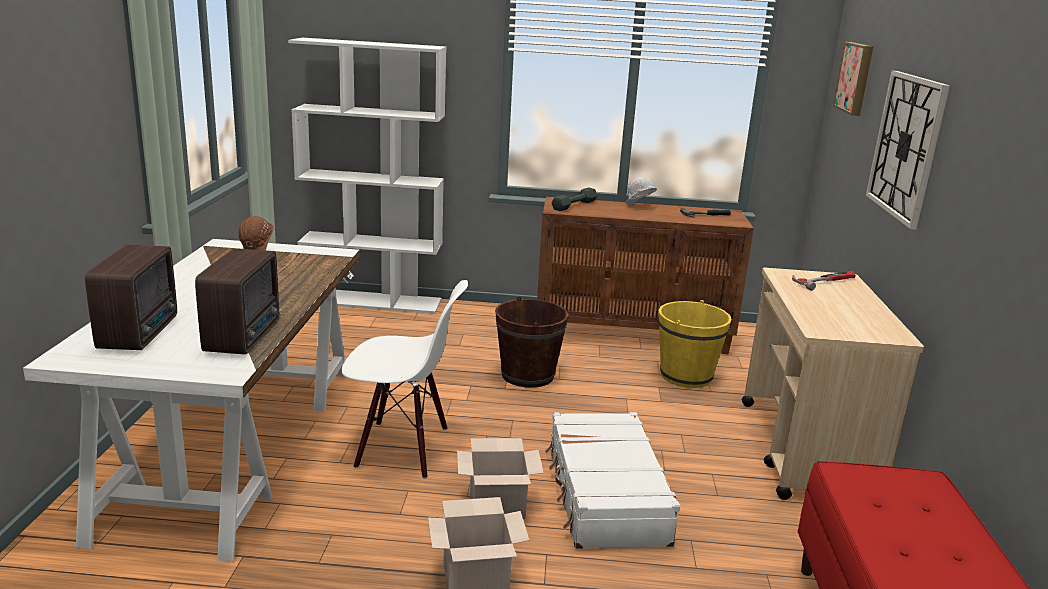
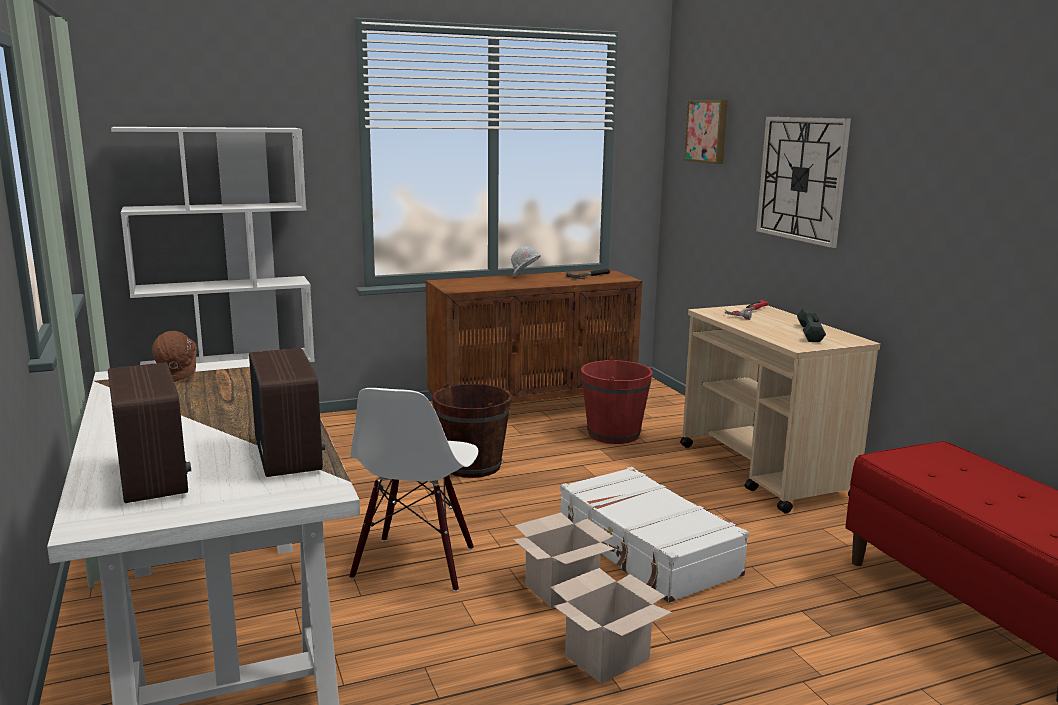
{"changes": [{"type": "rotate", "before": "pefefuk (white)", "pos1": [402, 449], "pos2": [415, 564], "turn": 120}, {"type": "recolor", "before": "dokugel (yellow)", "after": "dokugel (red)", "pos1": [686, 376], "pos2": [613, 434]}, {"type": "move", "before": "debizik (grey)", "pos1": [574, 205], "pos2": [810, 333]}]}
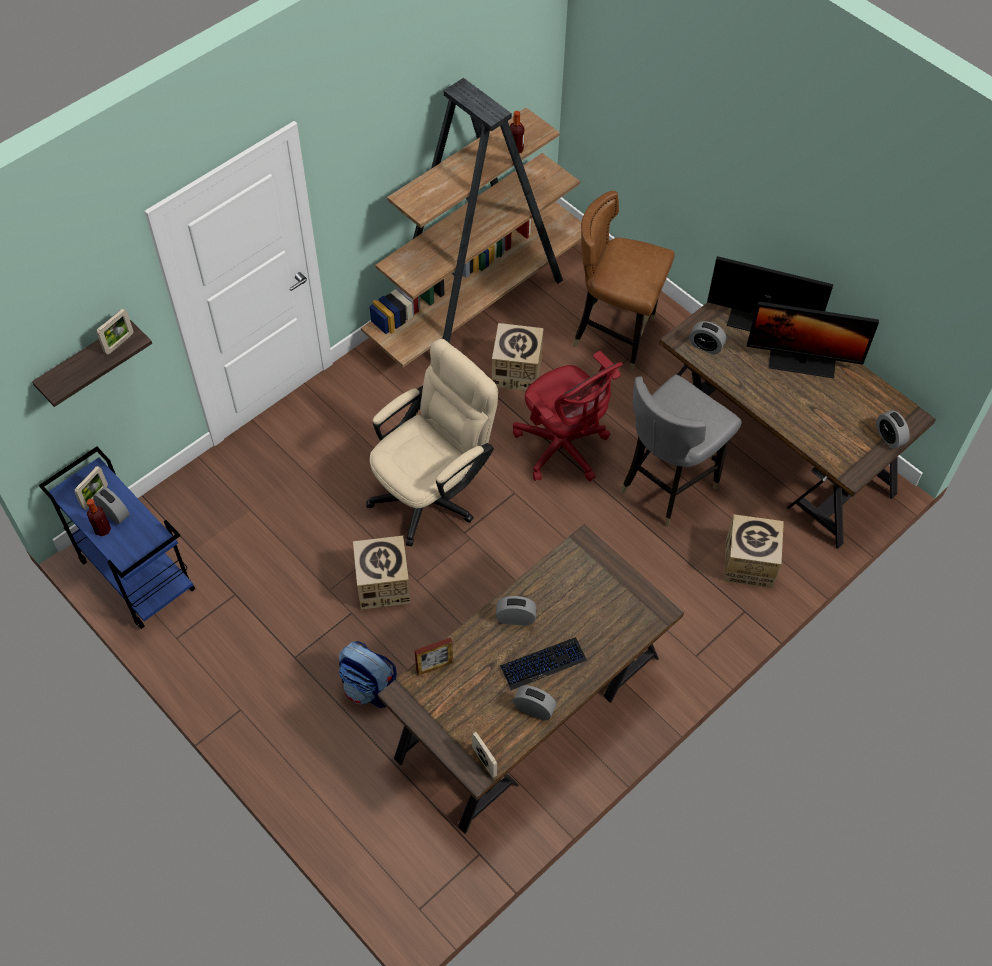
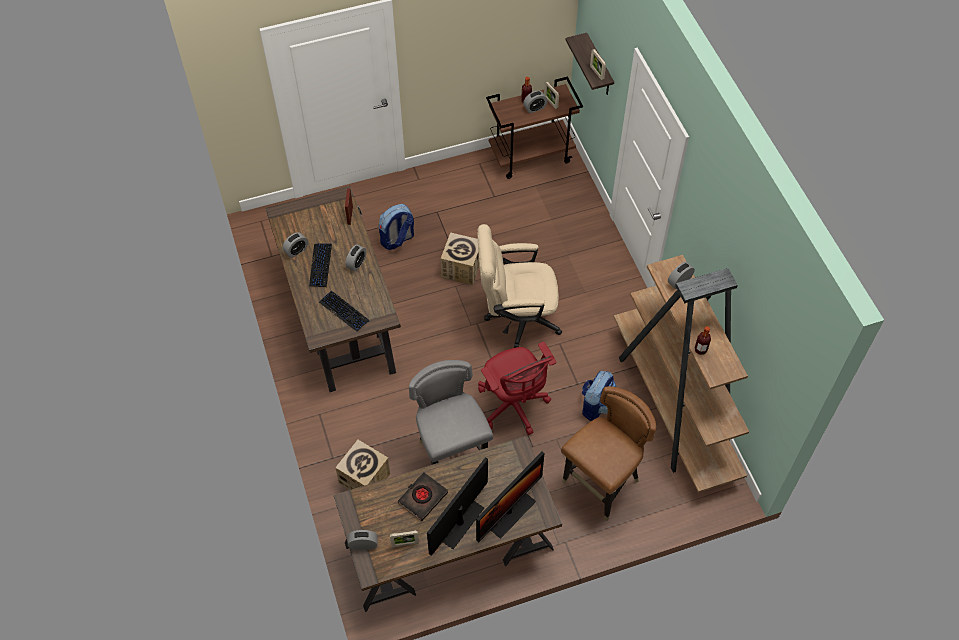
{"changes": [{"type": "insert", "after": "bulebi", "pos2": [344, 311]}, {"type": "move", "before": "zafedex", "pos1": [484, 762], "pos2": [405, 544]}, {"type": "insert", "after": "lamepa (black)", "pos2": [422, 497]}, {"type": "rotate", "before": "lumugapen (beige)", "pos1": [433, 492], "pos2": [516, 317], "turn": 105}, {"type": "rotate", "before": "lumugapen (red)", "pos1": [563, 449], "pos2": [514, 406], "turn": -105}, {"type": "recolor", "before": "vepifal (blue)", "after": "vepifal (brown)", "pos1": [135, 575], "pos2": [531, 155]}, {"type": "replace", "before": "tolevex", "after": "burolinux", "pos1": [516, 371], "pos2": [596, 405]}, {"type": "move", "before": "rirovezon", "pos1": [706, 346], "pos2": [679, 281]}]}
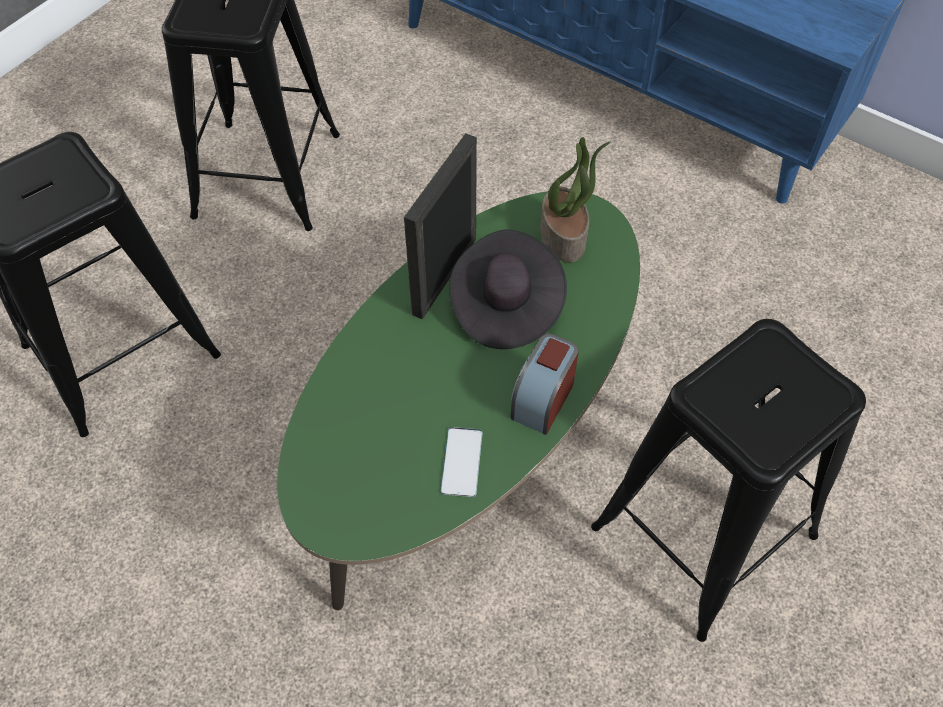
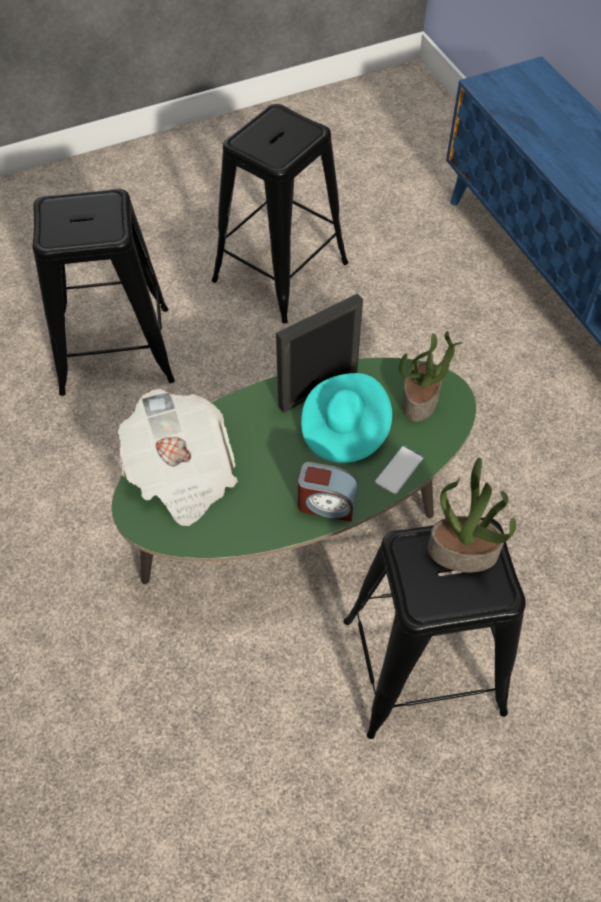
{"changes": [{"type": "insert", "after": "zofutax", "pos2": [182, 474]}, {"type": "rotate", "before": "rirovezon", "pos1": [543, 398], "pos2": [326, 504], "turn": -135}, {"type": "recolor", "before": "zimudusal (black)", "after": "zimudusal (turquoise)", "pos1": [505, 306], "pos2": [344, 430]}, {"type": "move", "before": "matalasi", "pos1": [461, 462], "pos2": [399, 470]}, {"type": "insert", "after": "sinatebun", "pos2": [463, 551]}]}
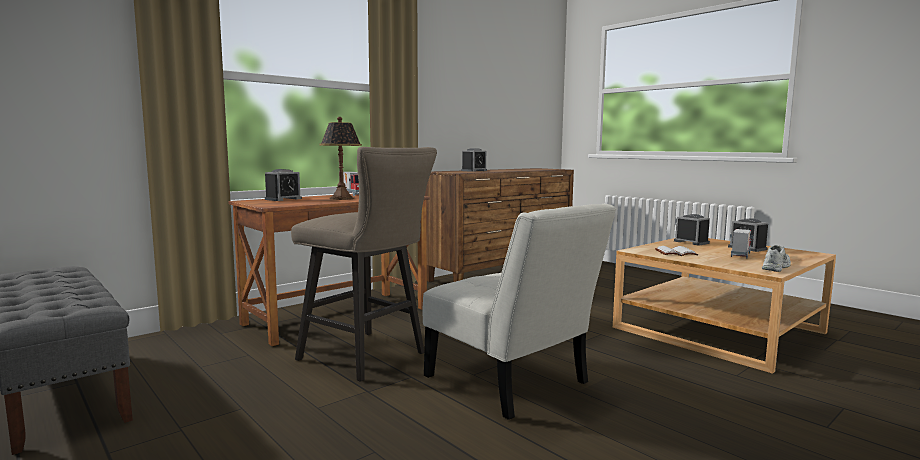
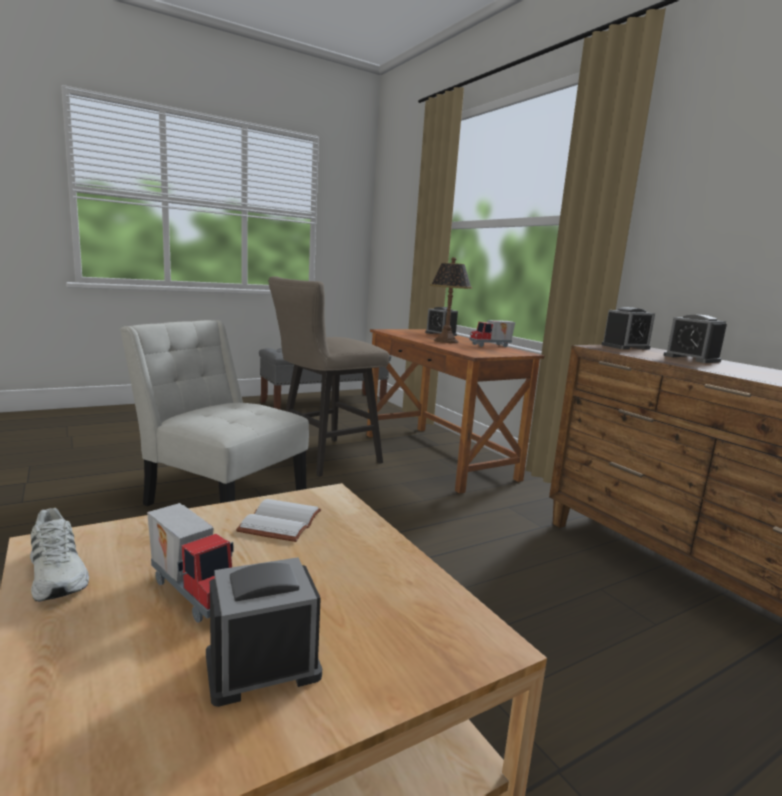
{"changes": [{"type": "rotate", "before": "pefefuk (white)", "pos1": [511, 383], "pos2": [221, 498], "turn": 60}, {"type": "move", "before": "rirovezon", "pos1": [691, 242], "pos2": [625, 347]}]}
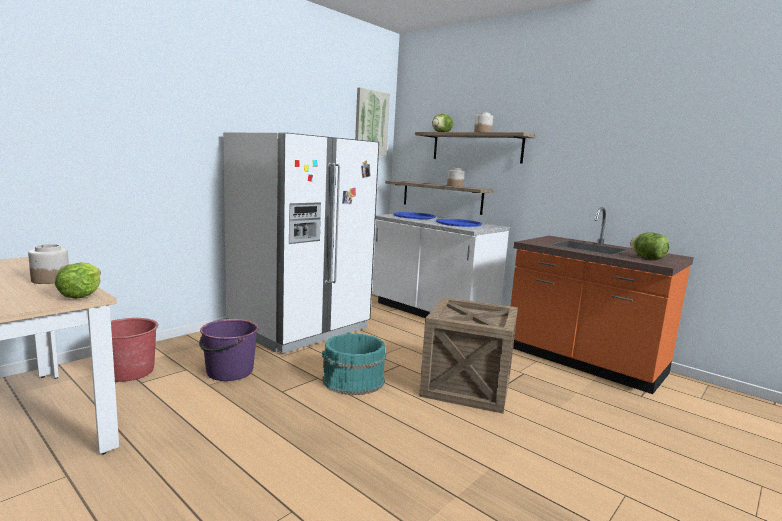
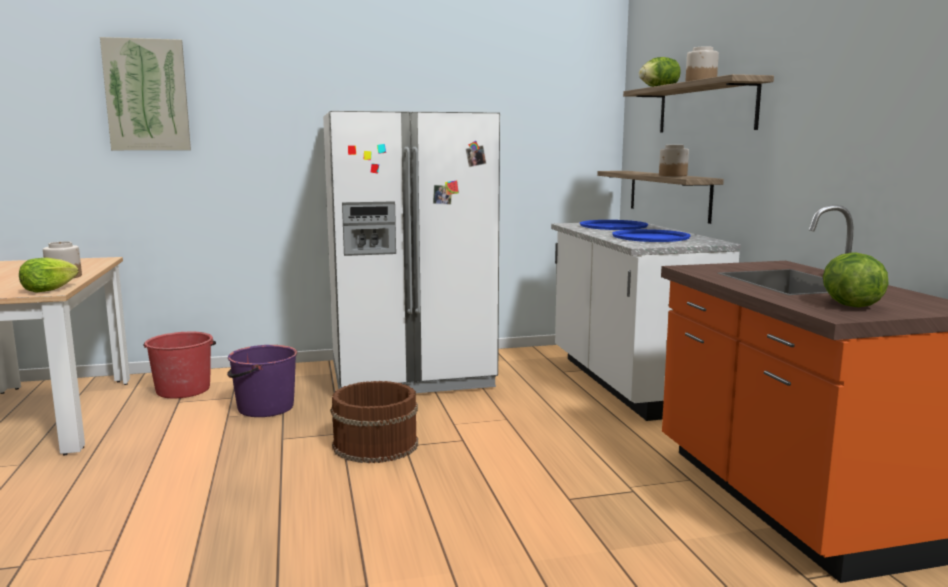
{"changes": [{"type": "move", "before": "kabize", "pos1": [371, 123], "pos2": [147, 95]}, {"type": "recolor", "before": "dokugel (turquoise)", "after": "dokugel (brown)", "pos1": [353, 380], "pos2": [375, 445]}, {"type": "delete", "before": "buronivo", "pos1": [466, 386]}]}
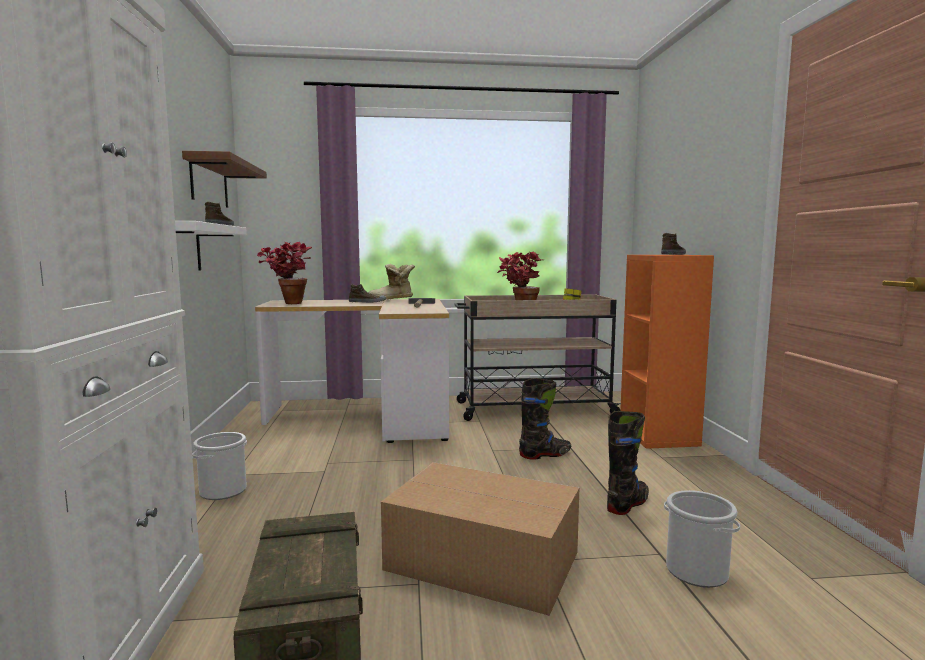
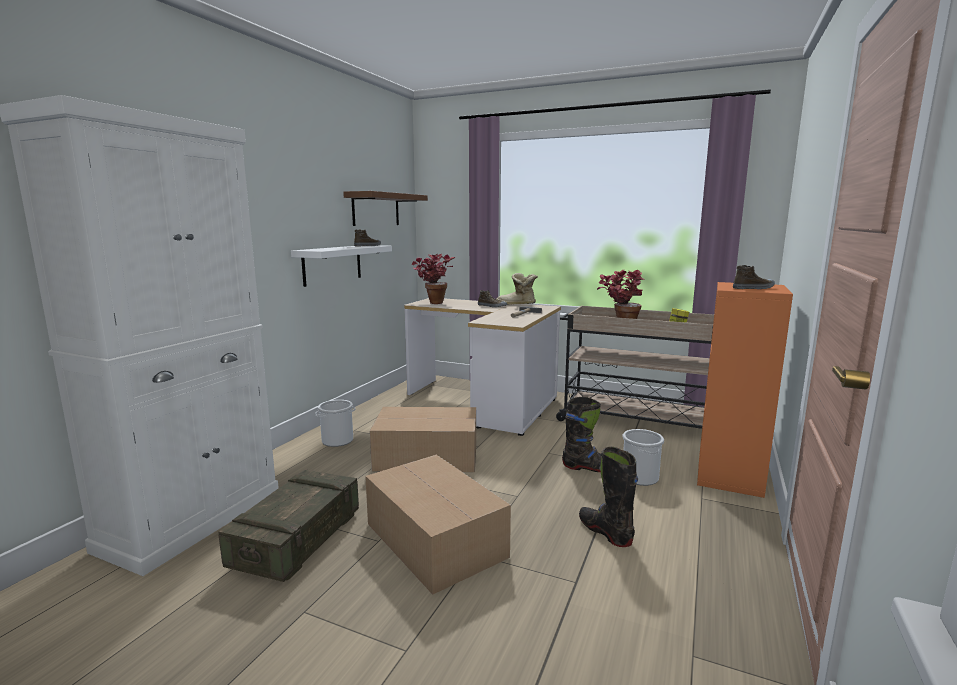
{"changes": [{"type": "insert", "after": "tolevex", "pos2": [425, 456]}, {"type": "rotate", "before": "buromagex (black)", "pos1": [628, 504], "pos2": [605, 532], "turn": -105}, {"type": "move", "before": "dokugel", "pos1": [697, 571], "pos2": [640, 477]}]}
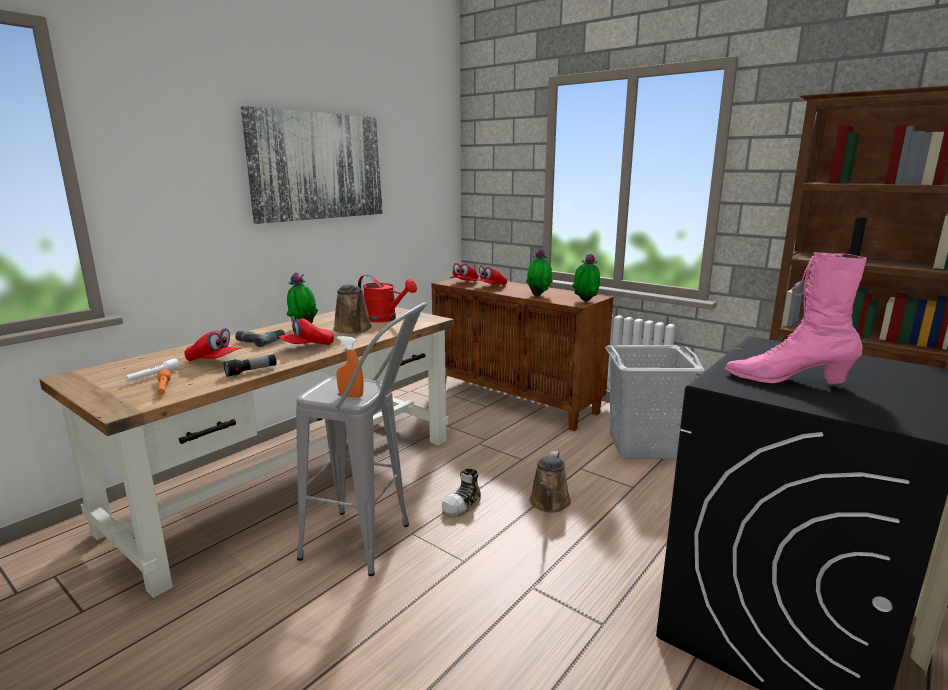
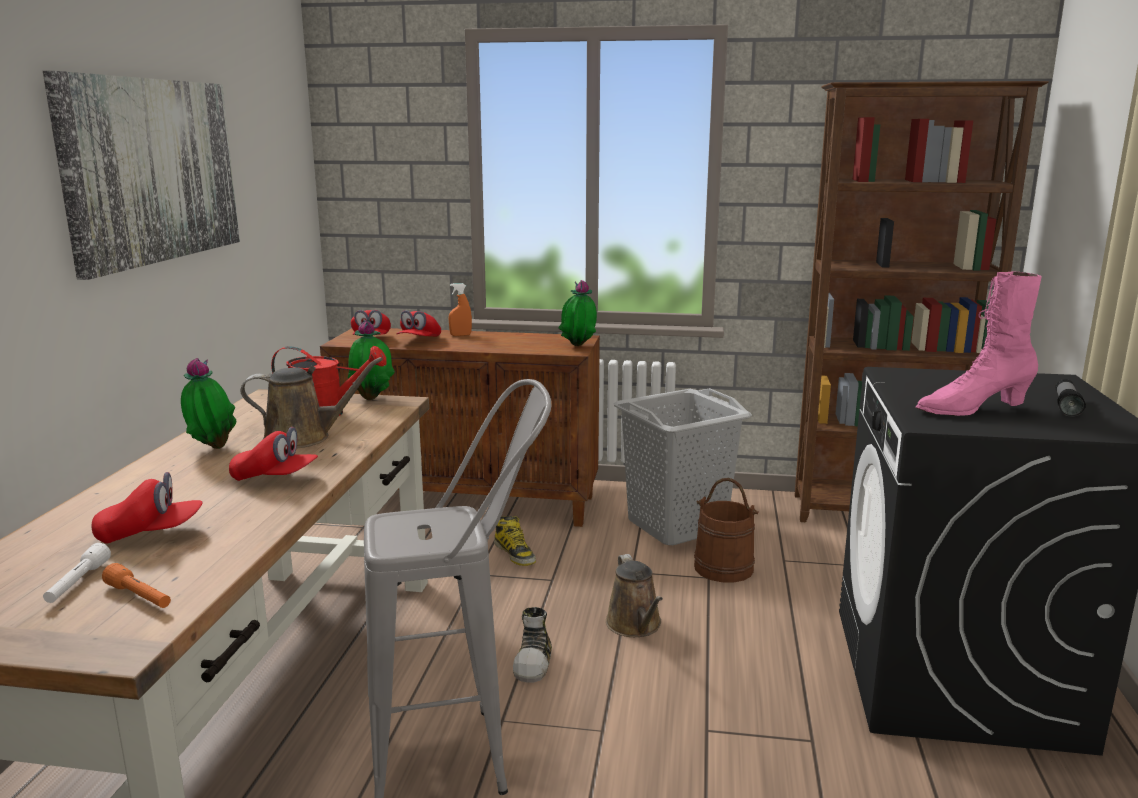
{"changes": [{"type": "rotate", "before": "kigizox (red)", "pos1": [307, 346], "pos2": [275, 478], "turn": -105}, {"type": "rotate", "before": "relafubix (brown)", "pos1": [354, 329], "pos2": [304, 437], "turn": -45}, {"type": "move", "before": "sinatebun", "pos1": [539, 295], "pos2": [372, 398]}, {"type": "move", "before": "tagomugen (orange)", "pos1": [351, 396], "pos2": [460, 335]}, {"type": "insert", "after": "buromagex", "pos2": [515, 553]}, {"type": "insert", "after": "dokugel (brown)", "pos2": [723, 567]}, {"type": "move", "before": "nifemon", "pos1": [251, 371], "pos2": [1066, 406]}, {"type": "delete", "before": "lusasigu", "pos1": [260, 341]}]}
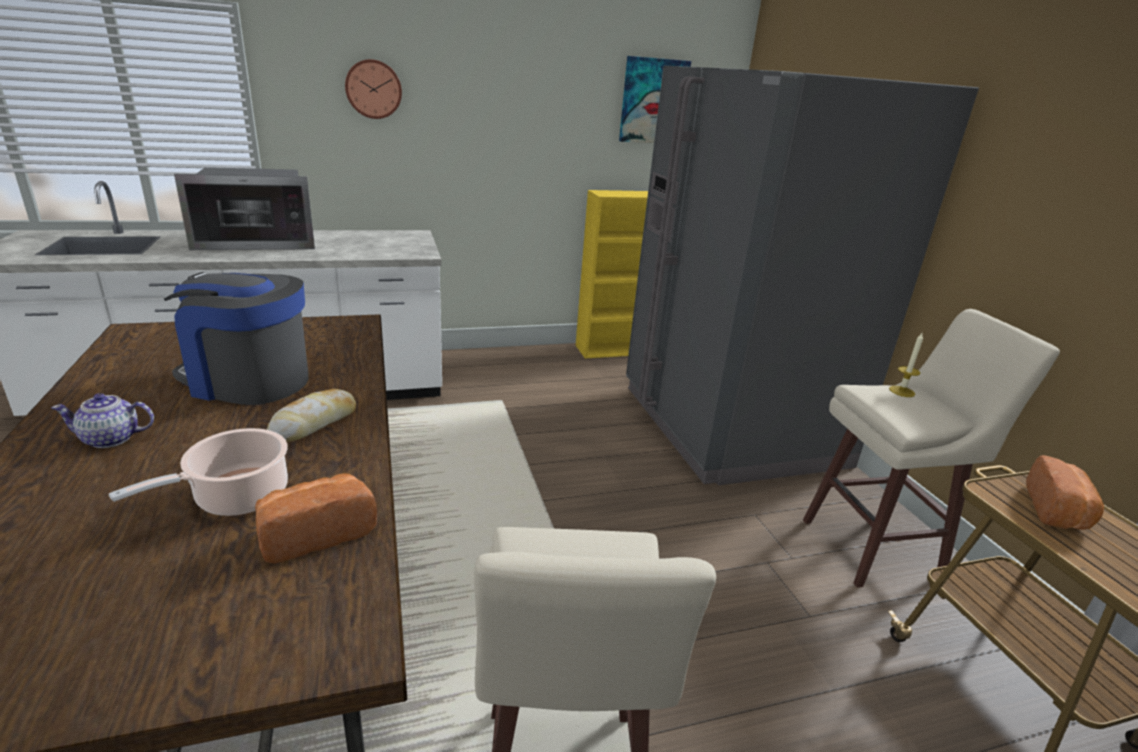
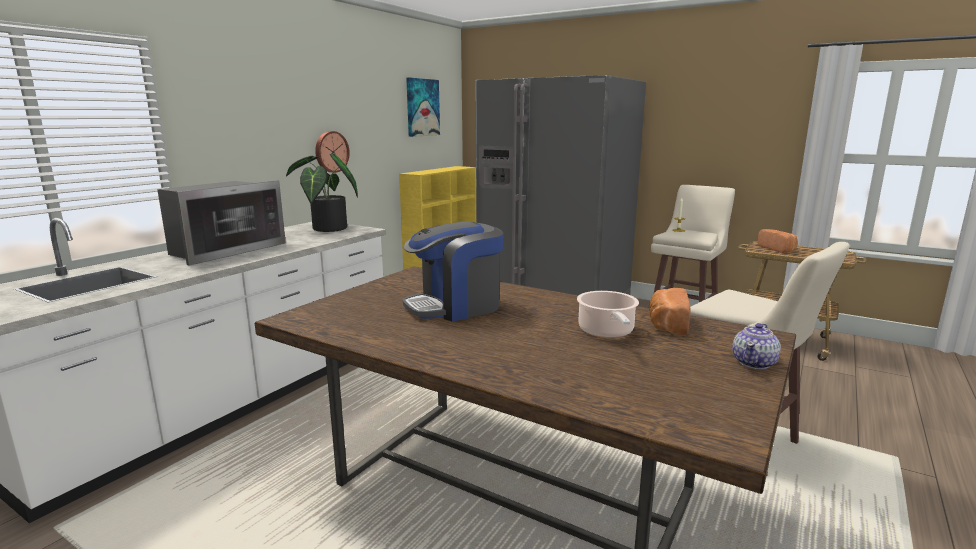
{"changes": [{"type": "insert", "after": "sinatebun", "pos2": [326, 229]}, {"type": "move", "before": "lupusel", "pos1": [373, 89], "pos2": [331, 151]}, {"type": "move", "before": "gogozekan", "pos1": [111, 439], "pos2": [754, 363]}, {"type": "delete", "before": "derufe", "pos1": [314, 423]}]}
